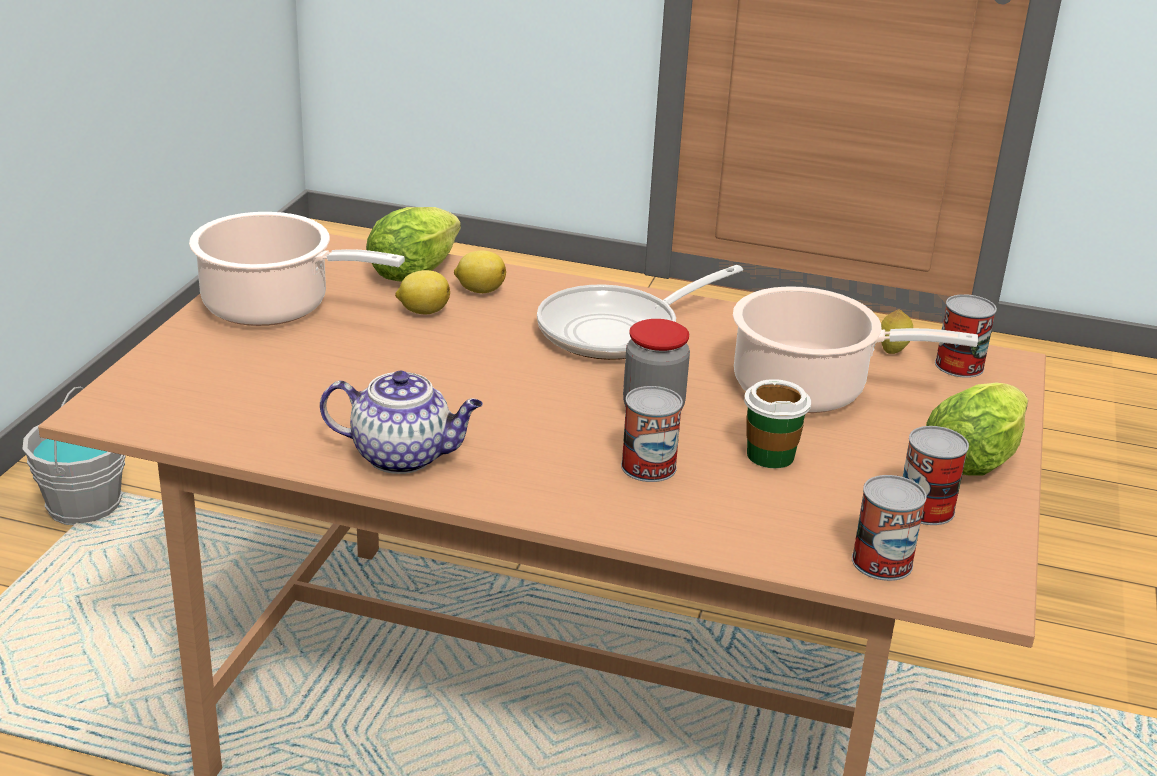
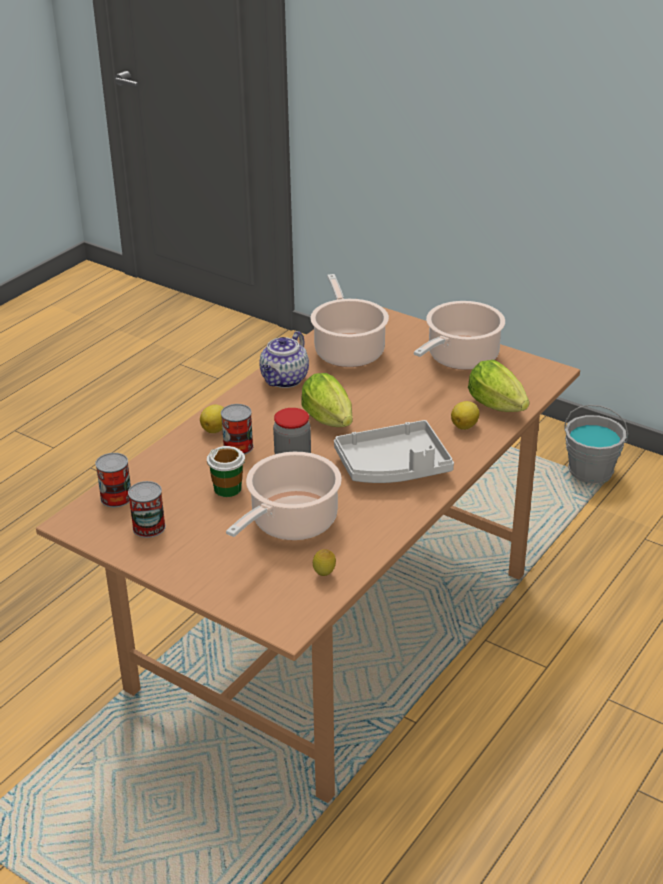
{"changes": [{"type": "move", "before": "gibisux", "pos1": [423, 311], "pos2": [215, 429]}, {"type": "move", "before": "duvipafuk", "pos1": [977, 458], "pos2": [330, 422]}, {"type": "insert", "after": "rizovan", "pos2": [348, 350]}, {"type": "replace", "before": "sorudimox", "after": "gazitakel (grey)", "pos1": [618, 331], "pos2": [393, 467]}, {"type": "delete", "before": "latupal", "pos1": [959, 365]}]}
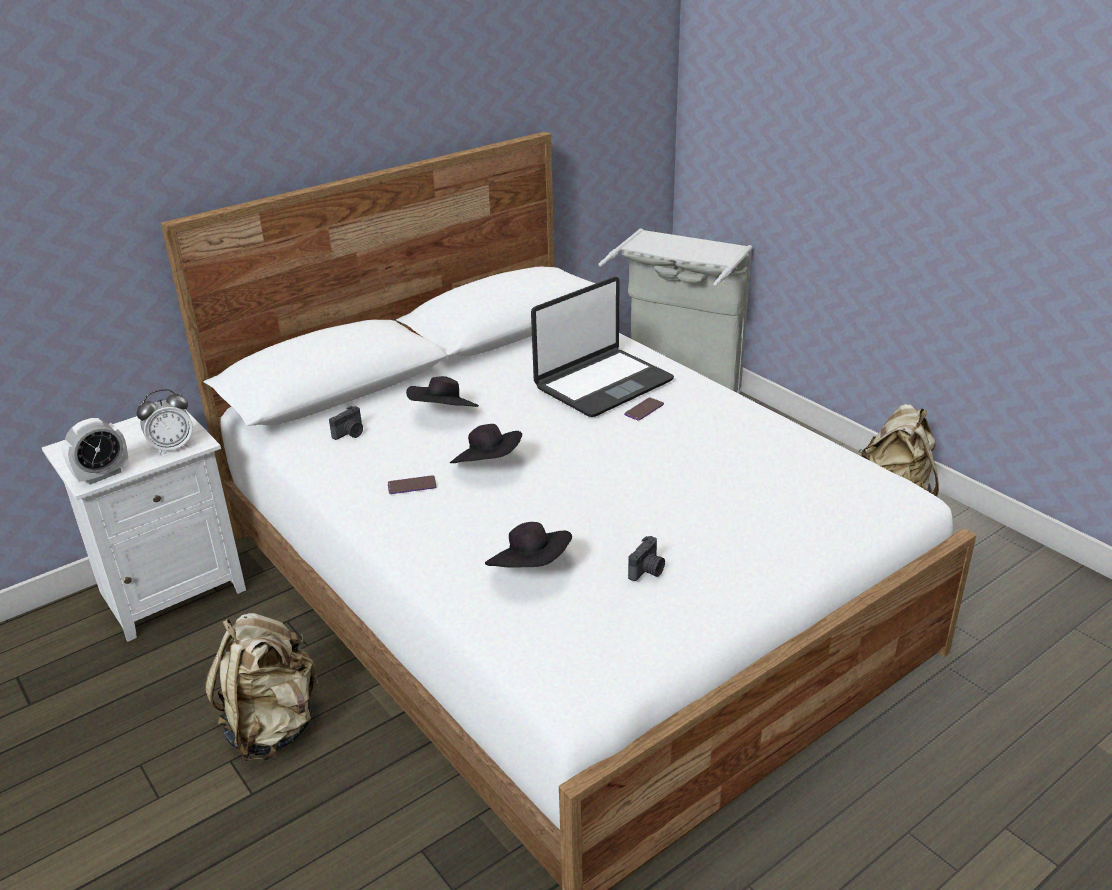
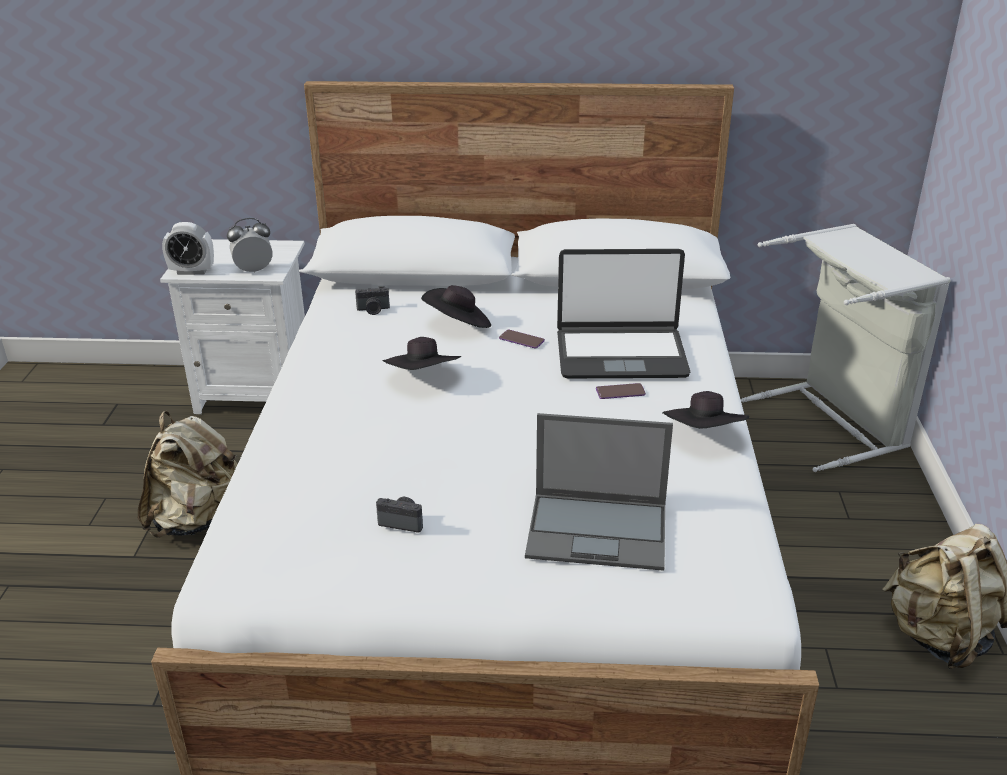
{"changes": [{"type": "rotate", "before": "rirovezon", "pos1": [172, 447], "pos2": [254, 270], "turn": 150}, {"type": "rotate", "before": "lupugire", "pos1": [648, 571], "pos2": [402, 522], "turn": -150}, {"type": "move", "before": "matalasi", "pos1": [412, 486], "pos2": [521, 340]}, {"type": "insert", "after": "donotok", "pos2": [599, 531]}, {"type": "move", "before": "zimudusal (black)", "pos1": [531, 569], "pos2": [704, 435]}]}
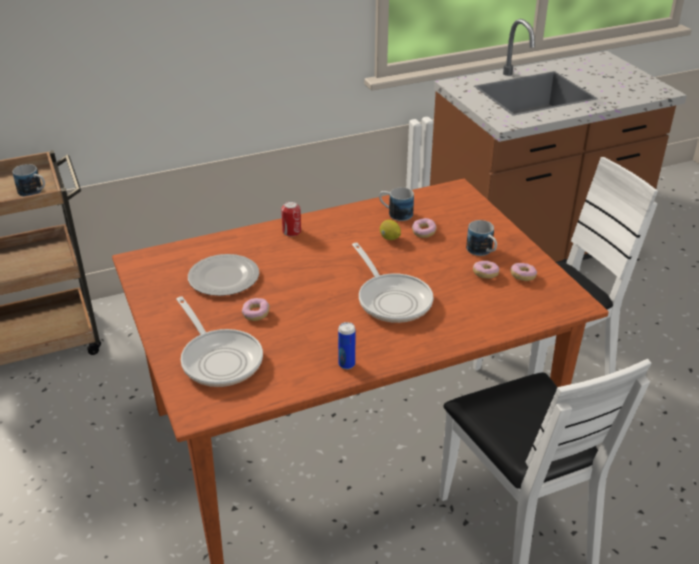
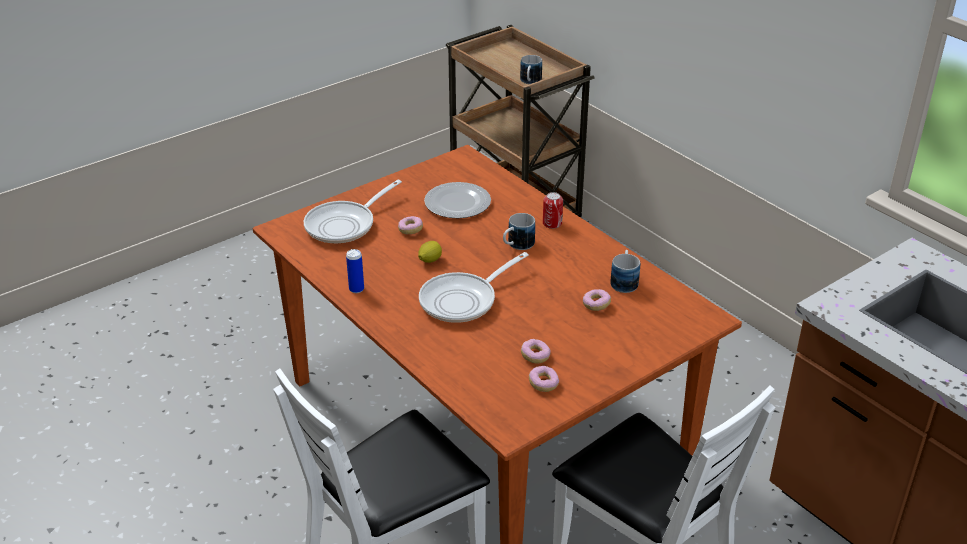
{"changes": [{"type": "move", "before": "gibisux", "pos1": [390, 238], "pos2": [429, 260]}, {"type": "move", "before": "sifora", "pos1": [482, 252], "pos2": [517, 245]}]}
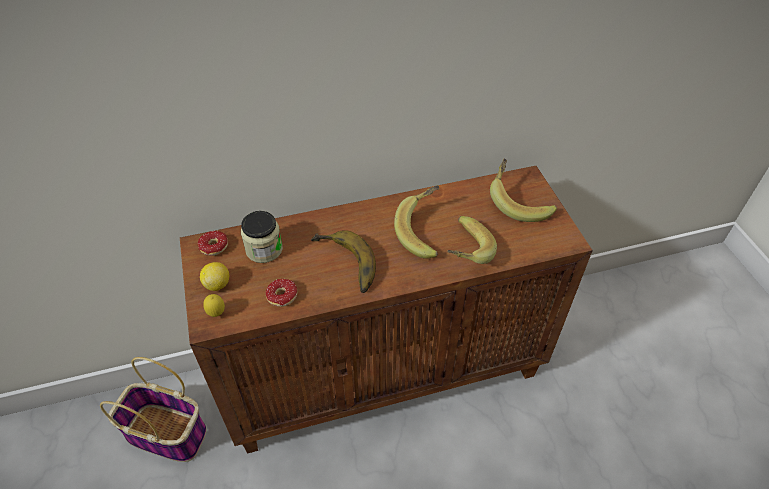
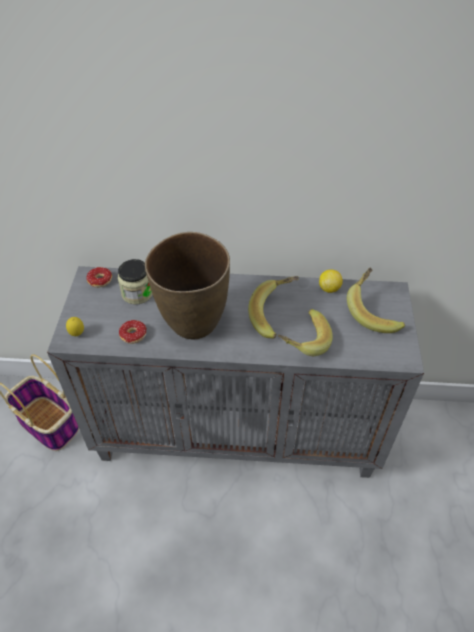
{"changes": [{"type": "recolor", "before": "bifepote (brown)", "after": "bifepote (grey)", "pos1": [385, 372], "pos2": [238, 431]}, {"type": "replace", "before": "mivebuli", "after": "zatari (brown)", "pos1": [343, 265], "pos2": [194, 324]}, {"type": "move", "before": "gibisux", "pos1": [217, 284], "pos2": [329, 288]}]}
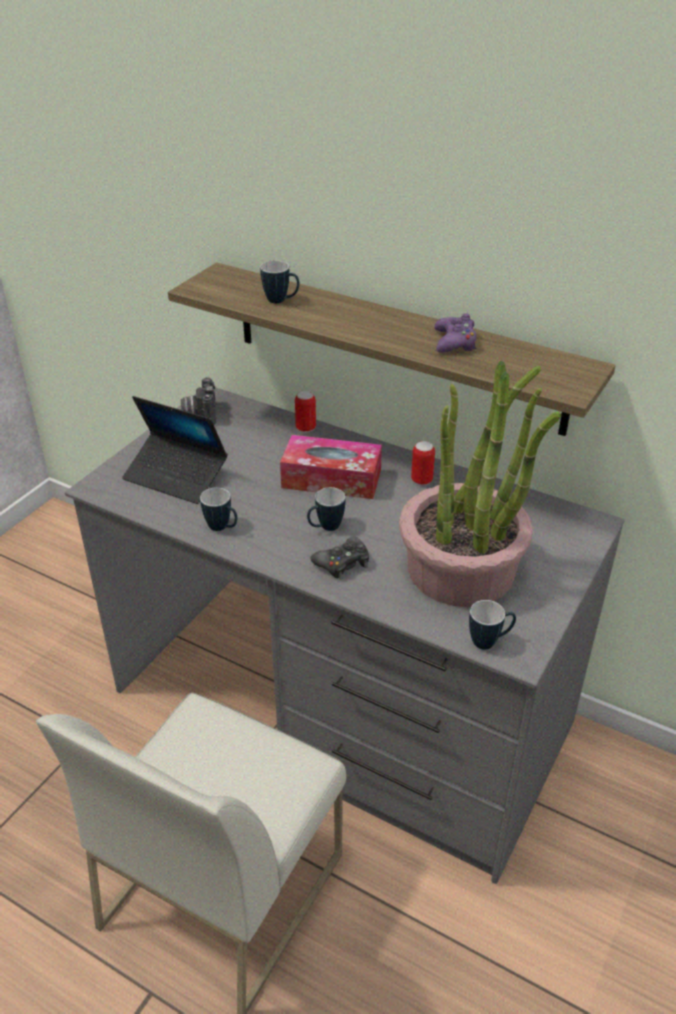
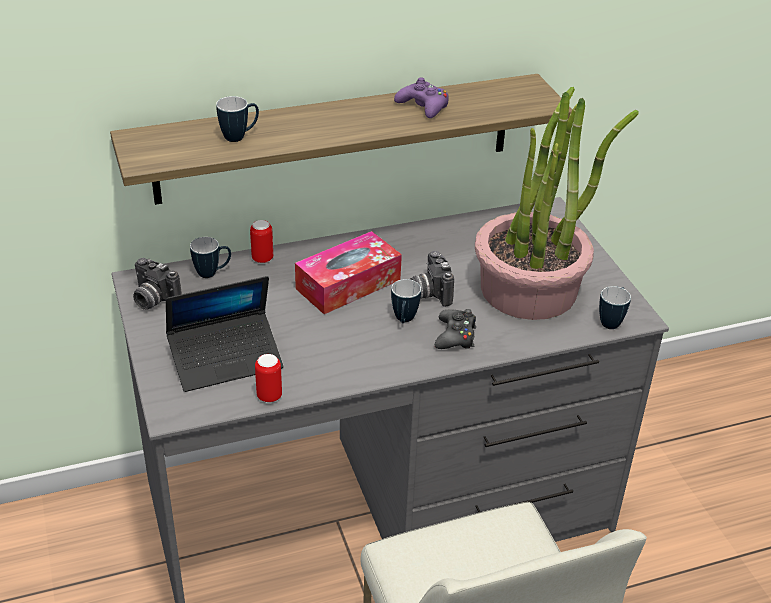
{"changes": [{"type": "move", "before": "sifora", "pos1": [222, 528], "pos2": [212, 273]}, {"type": "move", "before": "latupal", "pos1": [421, 480], "pos2": [269, 396]}, {"type": "insert", "after": "lupugire", "pos2": [429, 293]}]}
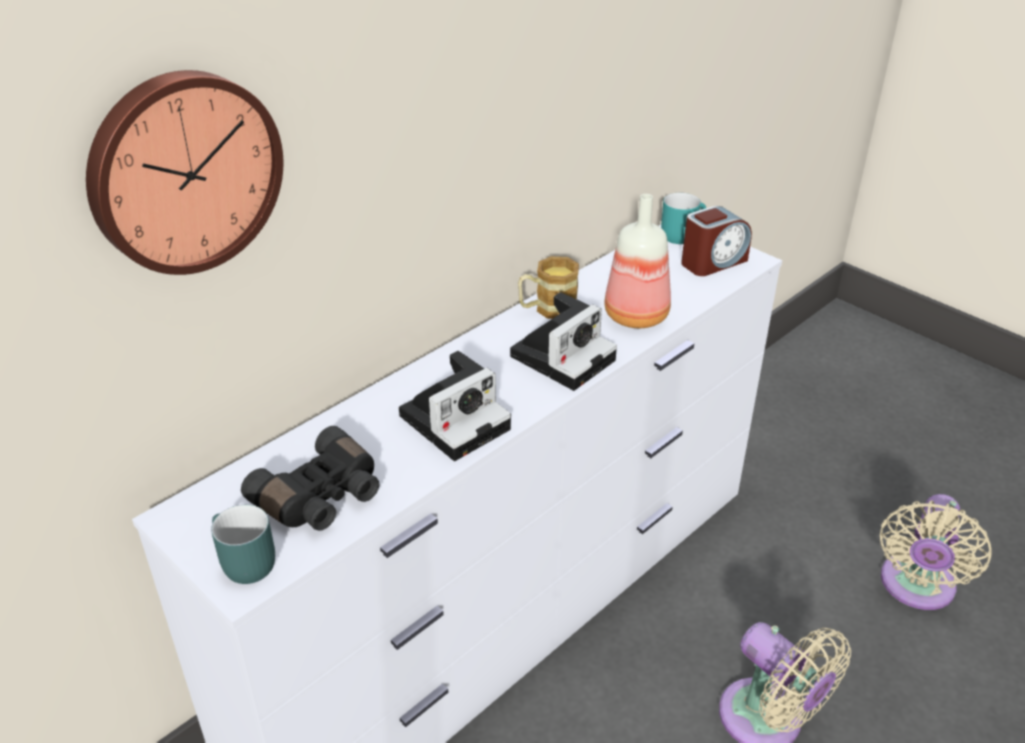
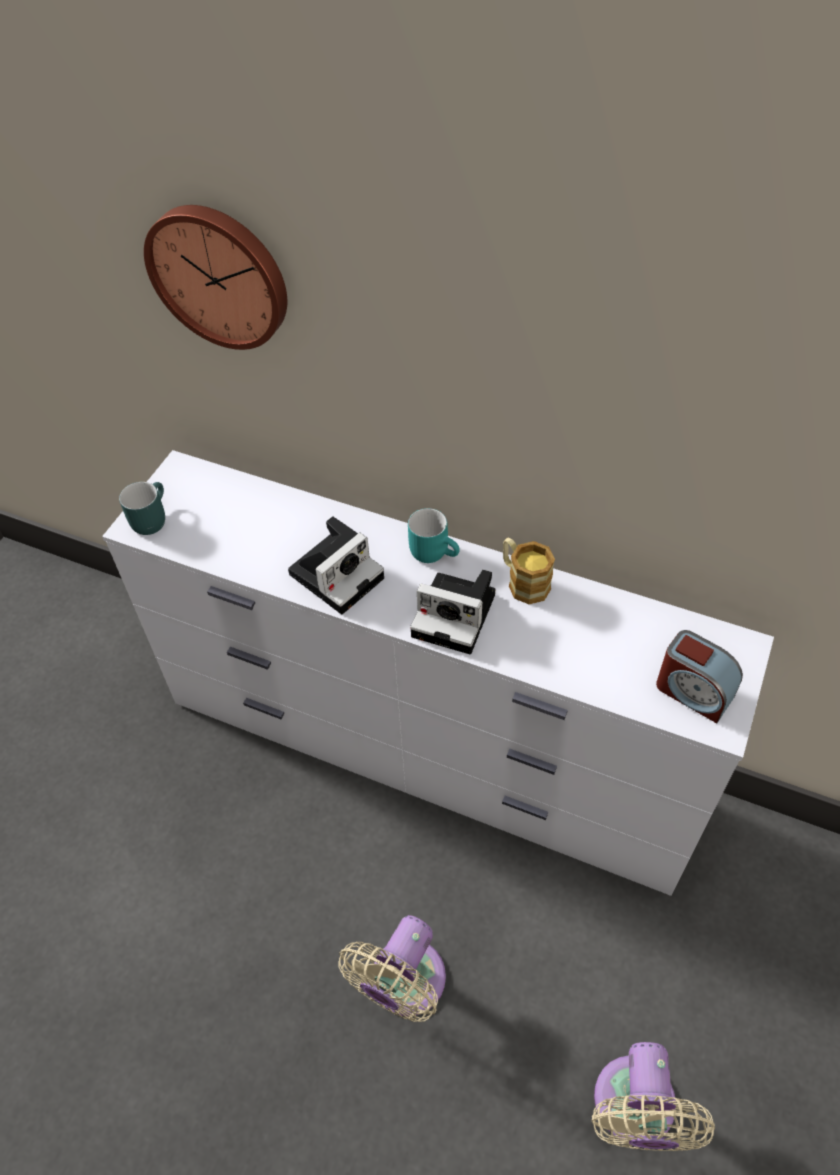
{"changes": [{"type": "rotate", "before": "lupugire", "pos1": [457, 420], "pos2": [338, 573], "turn": -75}, {"type": "move", "before": "sifora (turquoise)", "pos1": [680, 234], "pos2": [435, 551]}, {"type": "rotate", "before": "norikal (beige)", "pos1": [916, 588], "pos2": [634, 1111], "turn": -90}, {"type": "delete", "before": "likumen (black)", "pos1": [322, 498]}, {"type": "delete", "before": "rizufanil", "pos1": [636, 314]}]}
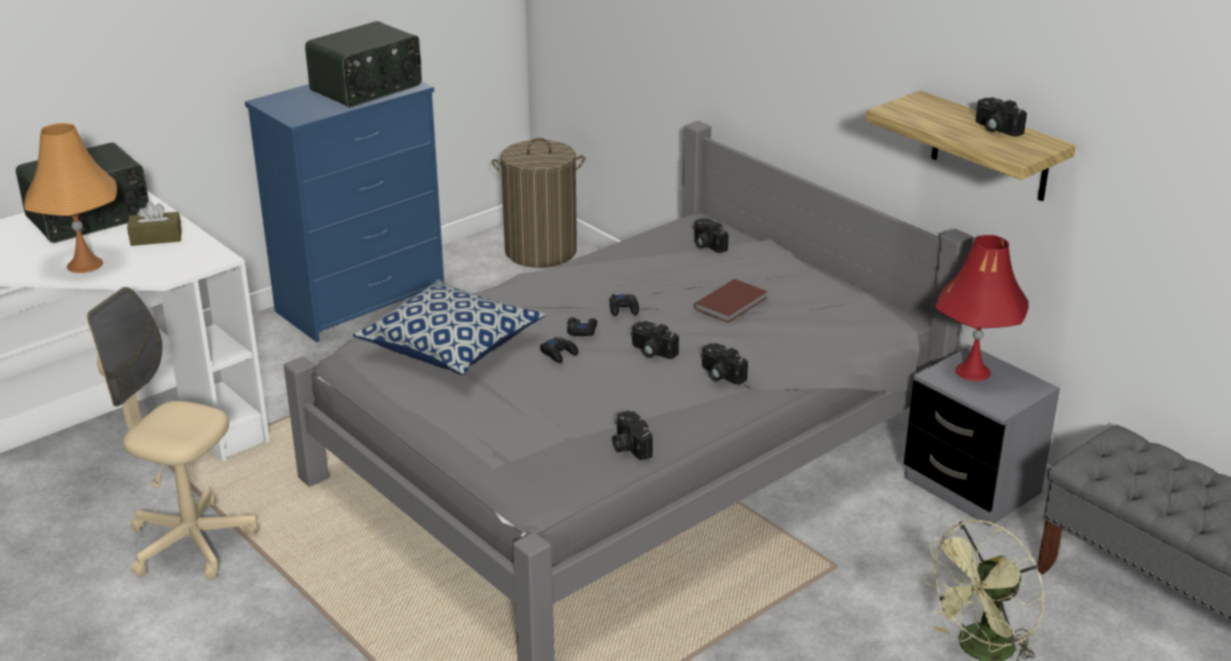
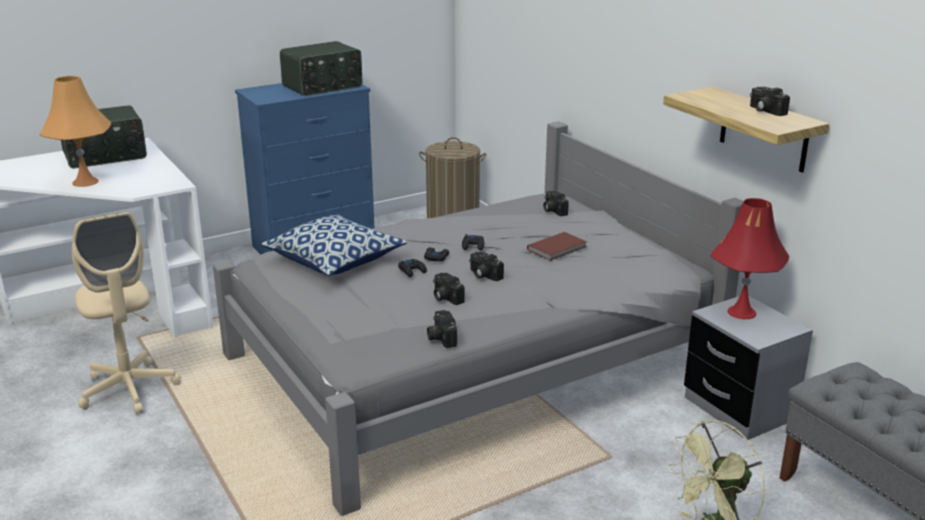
{"changes": [{"type": "rotate", "before": "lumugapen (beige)", "pos1": [190, 543], "pos2": [129, 390], "turn": -150}, {"type": "move", "before": "lupugire", "pos1": [720, 375], "pos2": [445, 297]}, {"type": "delete", "before": "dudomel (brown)", "pos1": [156, 238]}]}
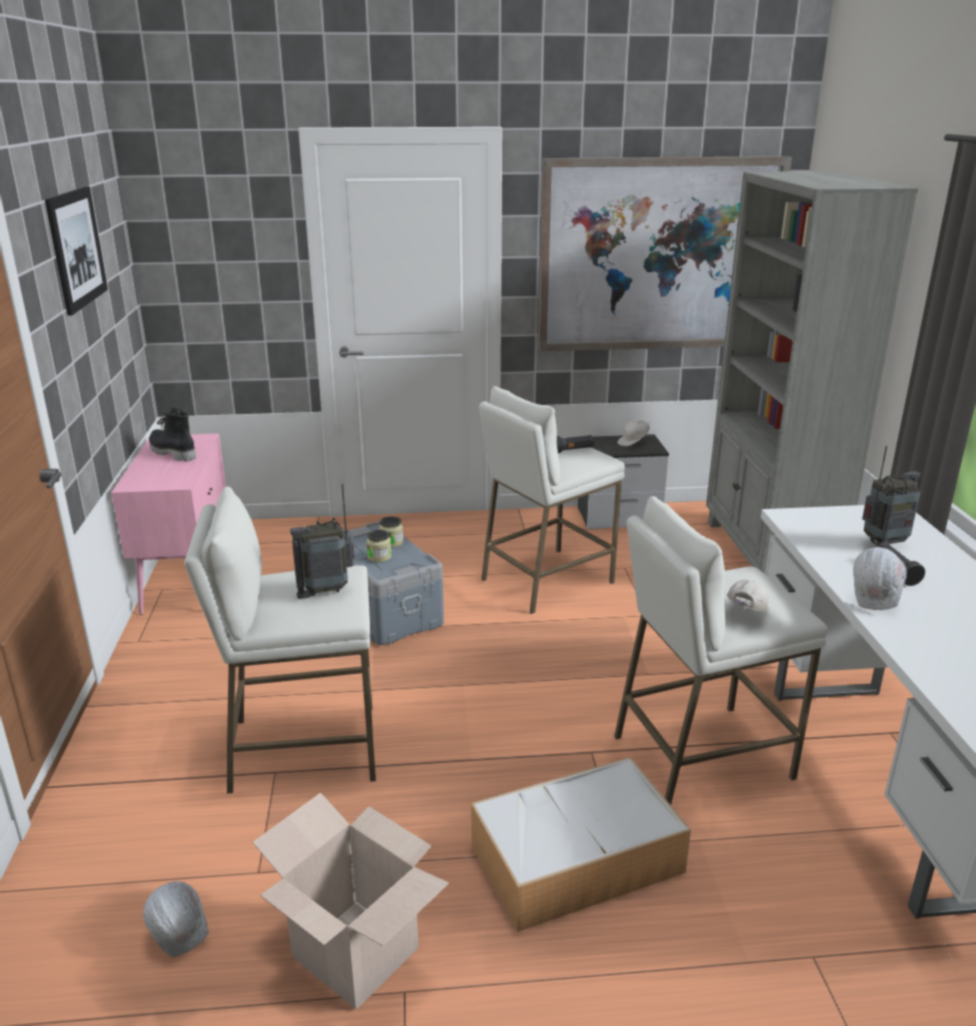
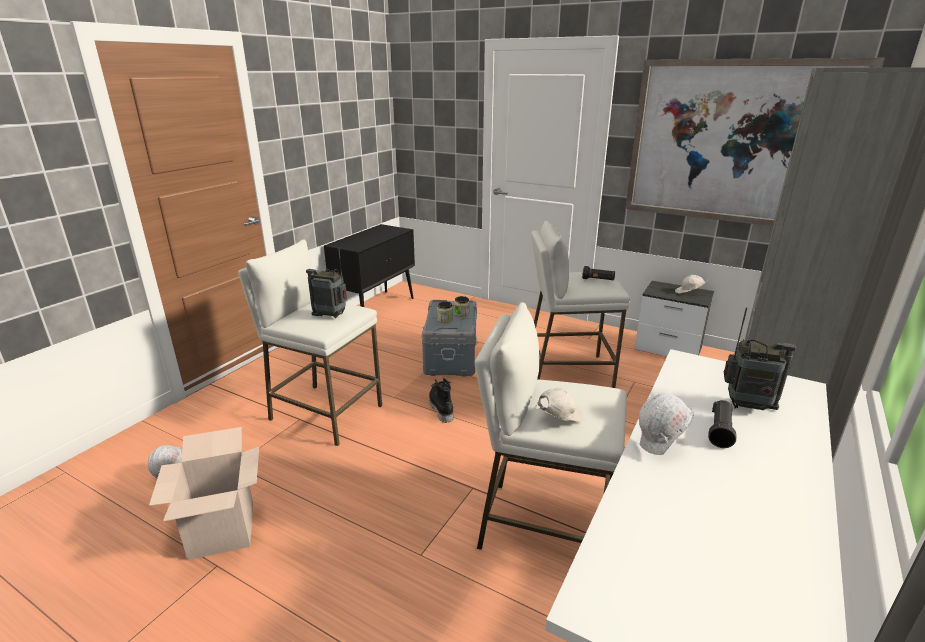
{"changes": [{"type": "recolor", "before": "bifepote (pink)", "after": "bifepote (black)", "pos1": [188, 576], "pos2": [376, 308]}, {"type": "move", "before": "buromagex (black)", "pos1": [171, 453], "pos2": [440, 407]}, {"type": "delete", "before": "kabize", "pos1": [76, 248]}, {"type": "delete", "before": "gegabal", "pos1": [574, 860]}]}
